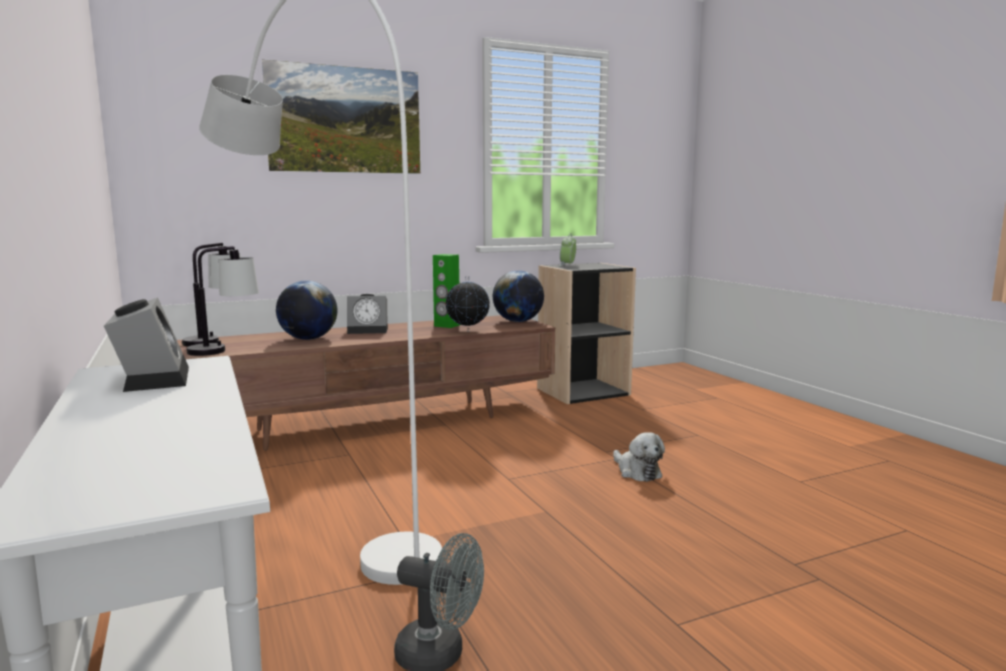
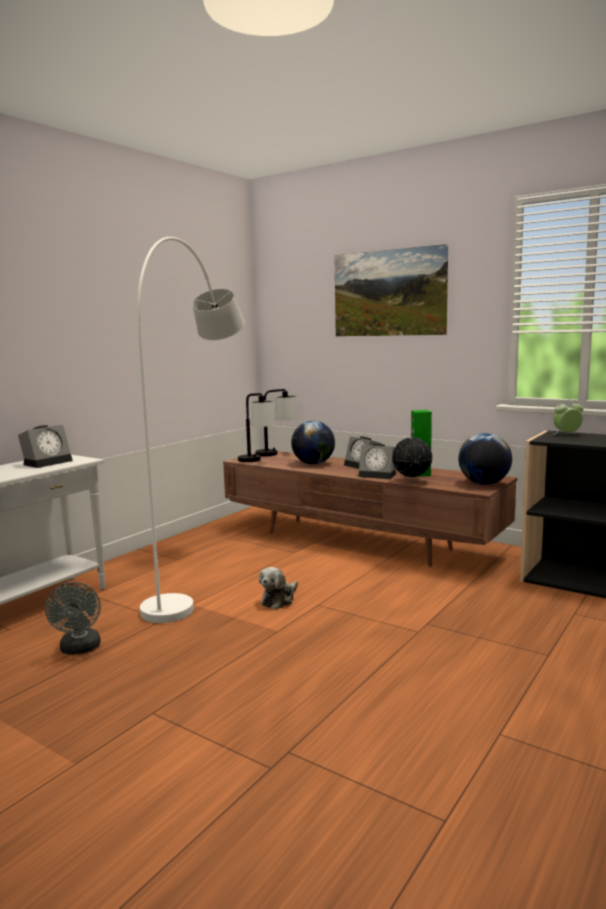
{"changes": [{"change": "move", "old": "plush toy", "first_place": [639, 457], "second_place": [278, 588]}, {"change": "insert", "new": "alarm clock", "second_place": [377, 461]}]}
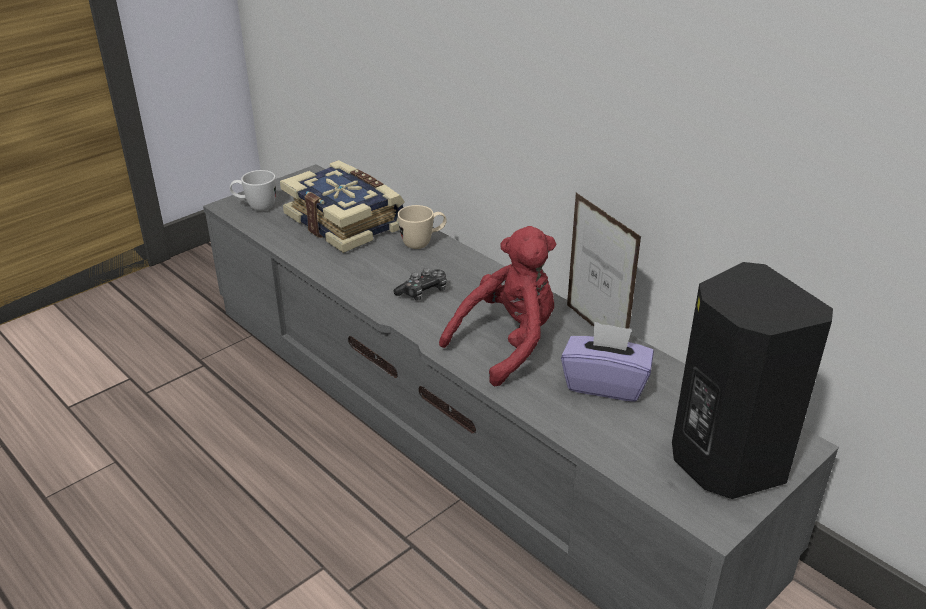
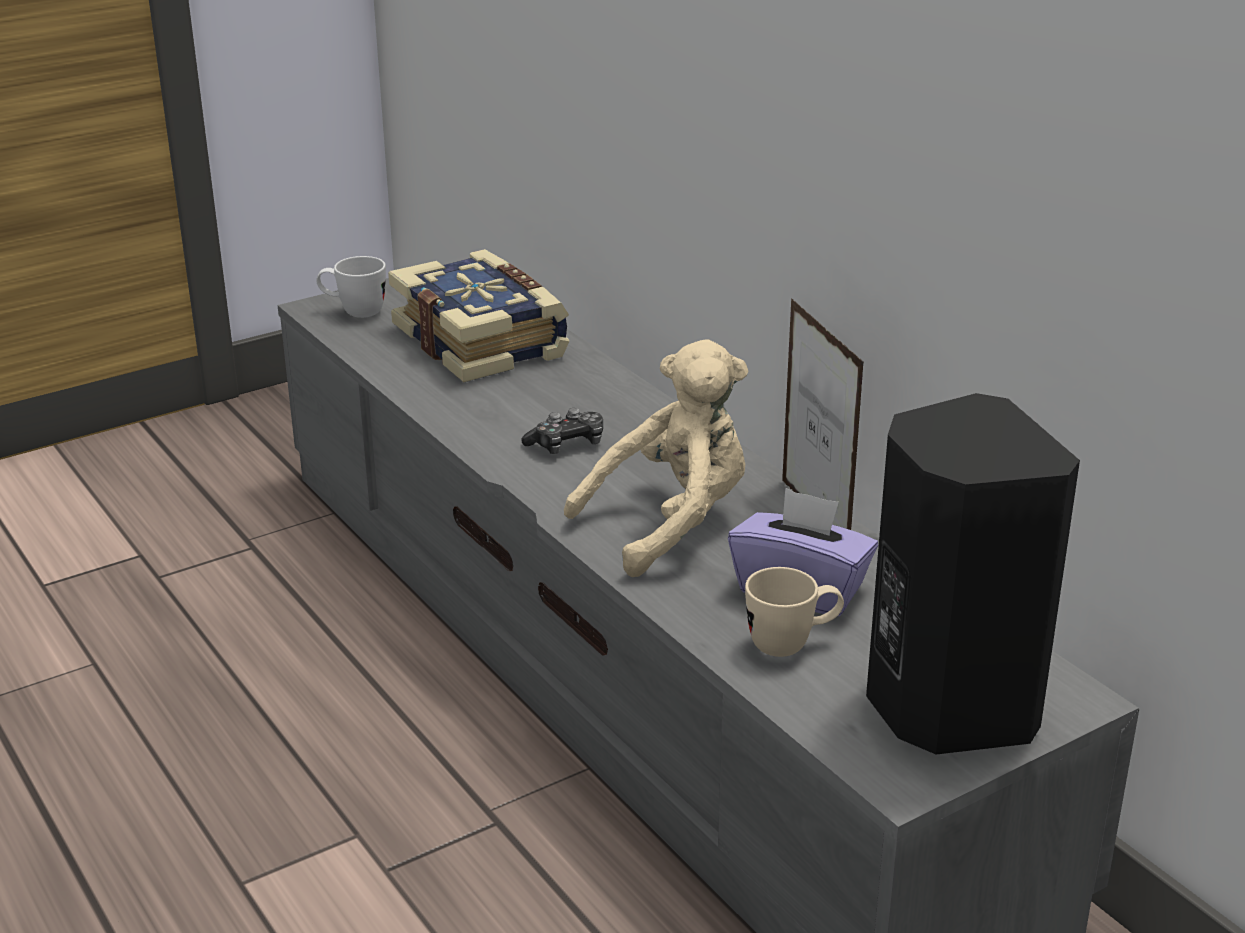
{"changes": [{"change": "move", "old": "beige mug", "first_place": [422, 227], "second_place": [794, 612]}, {"change": "recolor", "old": "red plush toy", "new": "beige plush toy", "first_place": [497, 306], "second_place": [656, 458]}]}
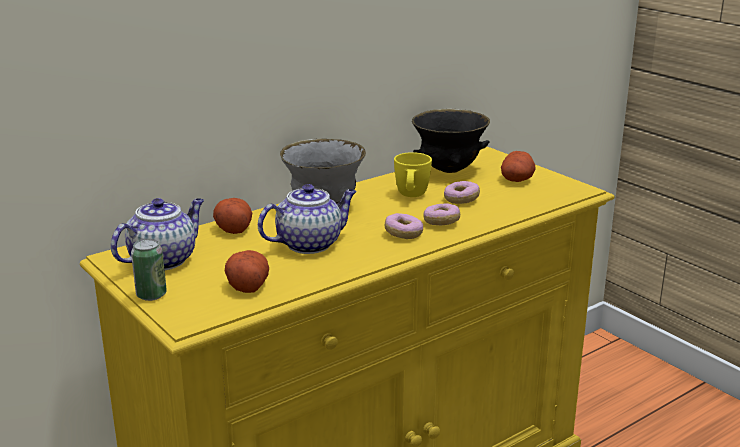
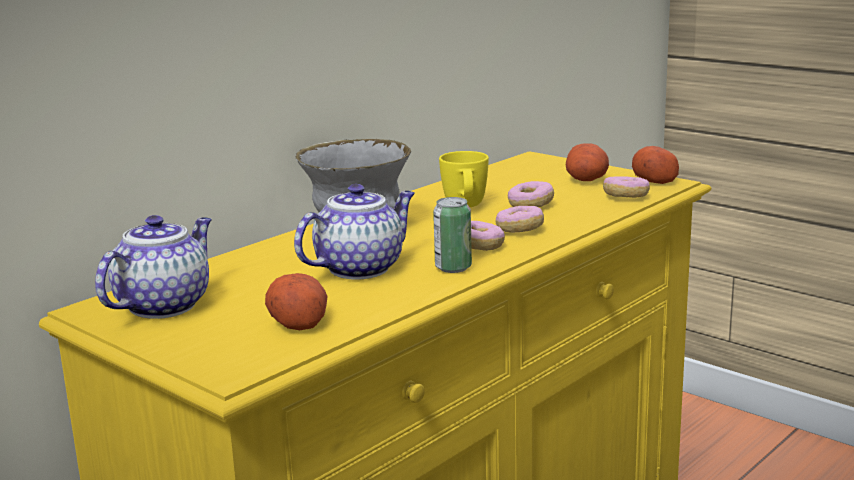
{"changes": [{"change": "move", "old": "can", "first_place": [149, 270], "second_place": [452, 235]}, {"change": "move", "old": "potato", "first_place": [232, 216], "second_place": [655, 165]}, {"change": "delete", "old": "black bowl", "first_place": [451, 140]}, {"change": "insert", "new": "donut", "second_place": [626, 187]}]}
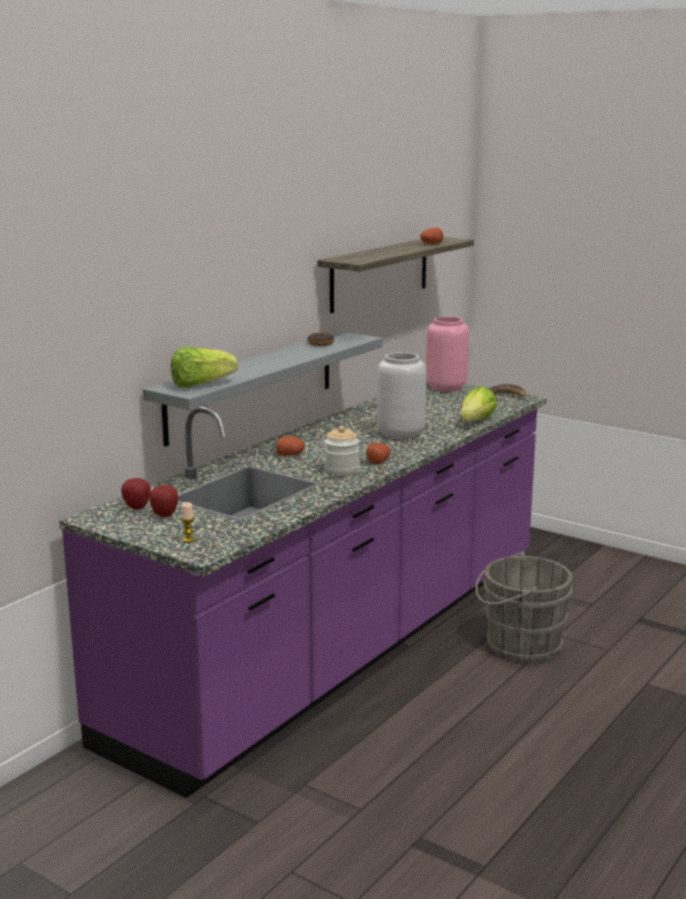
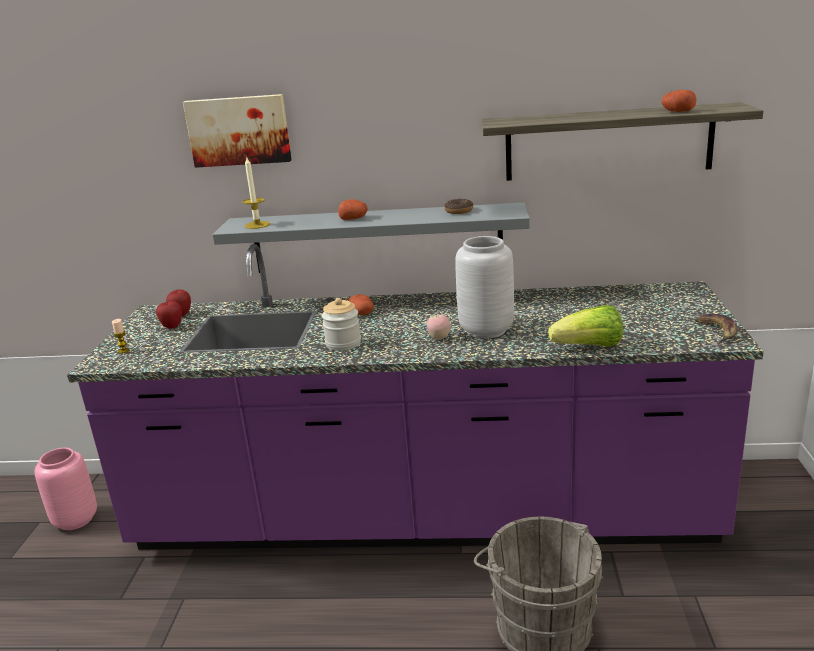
{"changes": [{"change": "replace", "old": "lettuce", "new": "candle", "first_place": [204, 367], "second_place": [256, 193]}, {"change": "move", "old": "potato", "first_place": [378, 453], "second_place": [352, 209]}, {"change": "move", "old": "pink vase", "first_place": [447, 354], "second_place": [66, 489]}, {"change": "insert", "new": "picture", "second_place": [237, 131]}, {"change": "insert", "new": "apple", "second_place": [439, 327]}]}
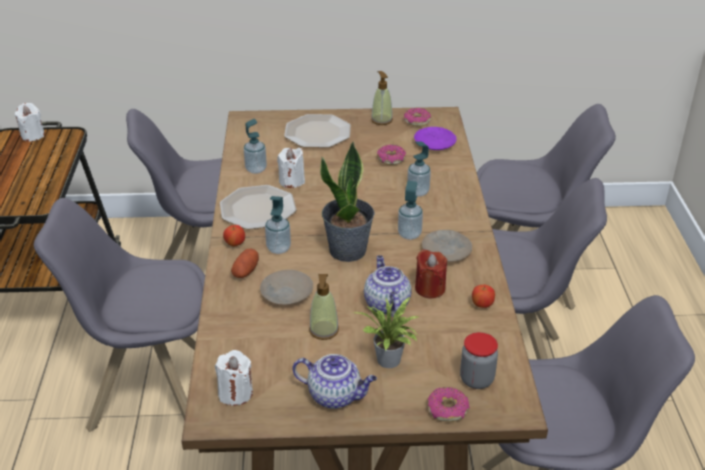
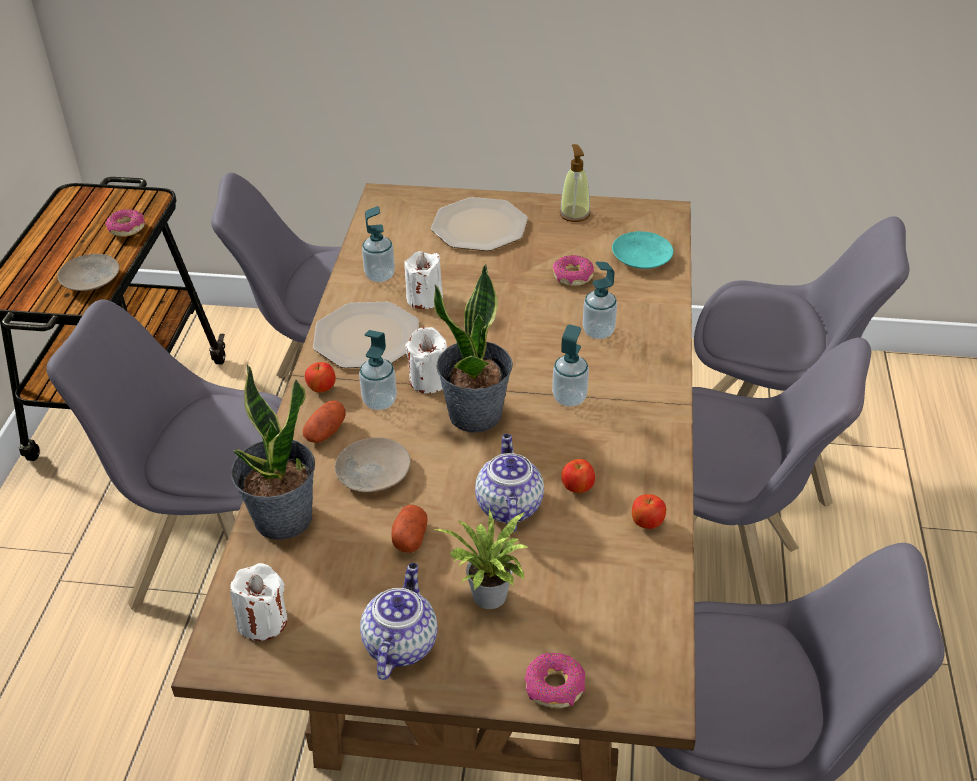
{"changes": [{"change": "move", "old": "white candle", "first_place": [29, 122], "second_place": [426, 360]}, {"change": "rotate", "old": "teapot", "first_place": [335, 381], "second_place": [398, 621], "degrees": -105}, {"change": "replace", "old": "soap dispenser", "new": "potato", "first_place": [324, 307], "second_place": [409, 529]}, {"change": "move", "old": "donut", "first_place": [417, 117], "second_place": [125, 223]}, {"change": "recolor", "old": "purple plate", "new": "turquoise plate", "first_place": [435, 138], "second_place": [643, 250]}, {"change": "replace", "old": "red candle", "new": "apple", "first_place": [431, 273], "second_place": [578, 476]}, {"change": "move", "old": "beige plate", "first_place": [447, 246], "second_place": [88, 272]}, {"change": "delete", "old": "jar", "first_place": [479, 360]}, {"change": "insert", "new": "potted plant", "second_place": [273, 452]}]}
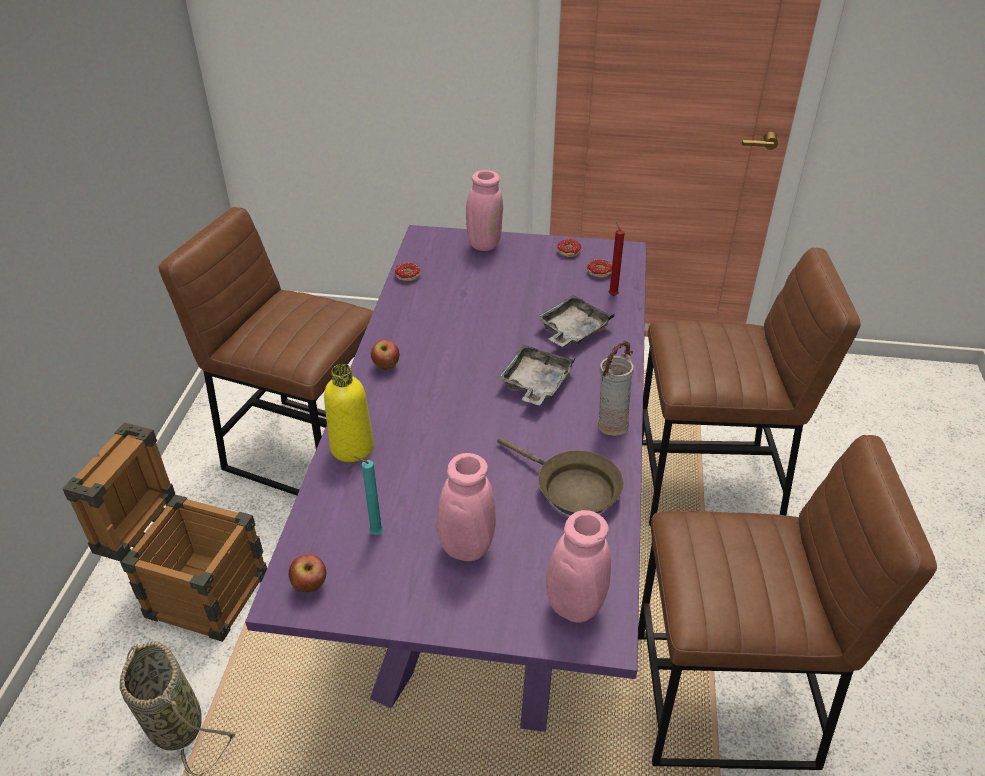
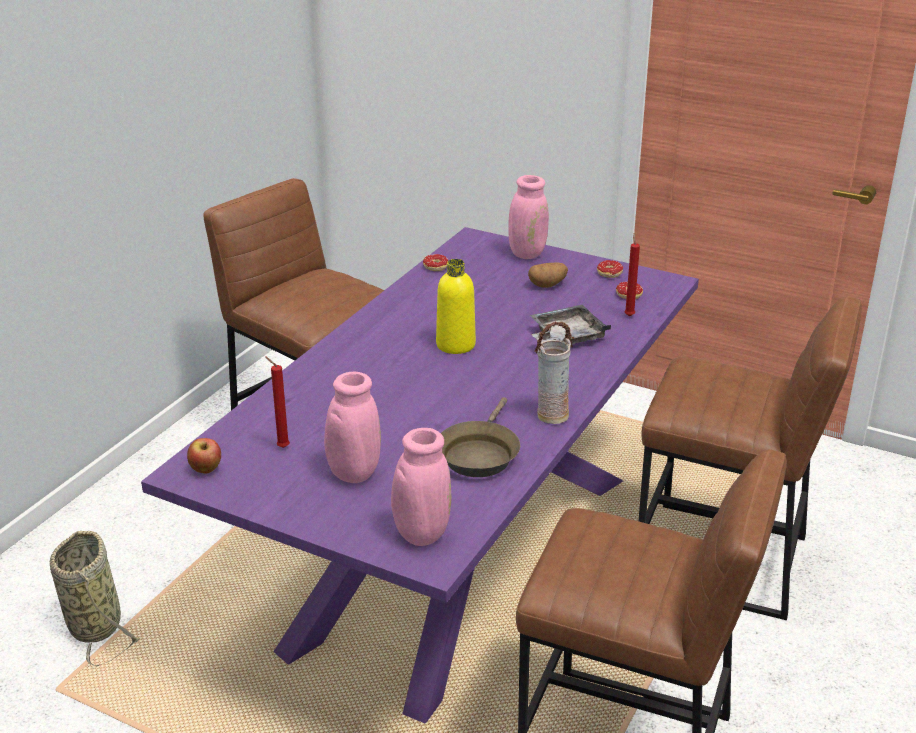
{"changes": [{"change": "delete", "old": "crate", "first_place": [164, 532]}, {"change": "move", "old": "yellow bottle", "first_place": [349, 413], "second_place": [456, 306]}, {"change": "recolor", "old": "turquoise candle", "new": "red candle", "first_place": [368, 495], "second_place": [277, 402]}, {"change": "delete", "old": "apple", "first_place": [385, 355]}, {"change": "delete", "old": "grey tray", "first_place": [536, 375]}, {"change": "rotate", "old": "brown frying pan", "first_place": [560, 476], "second_place": [480, 437], "degrees": 45}, {"change": "insert", "new": "potato", "second_place": [548, 275]}]}
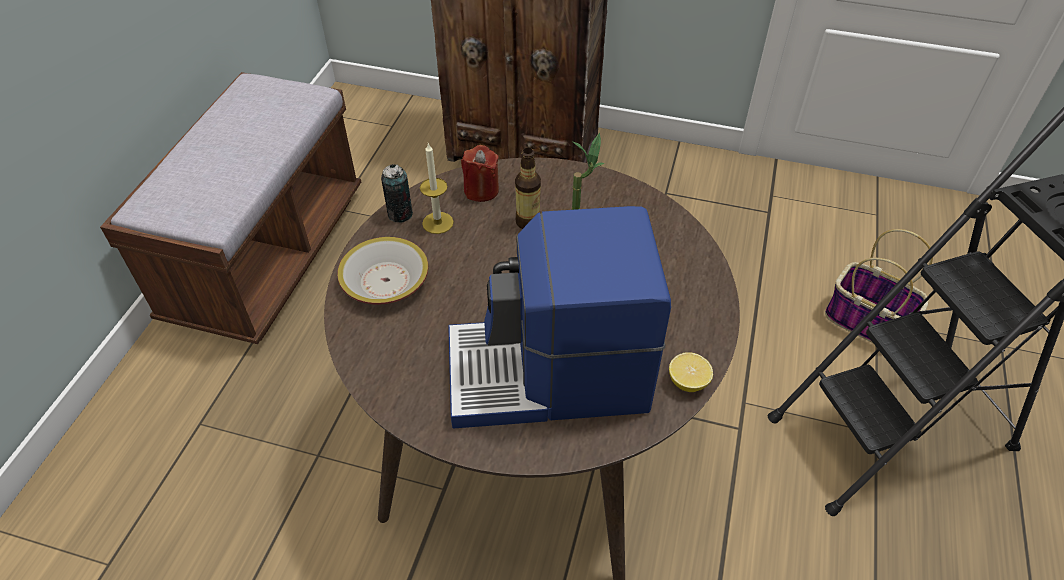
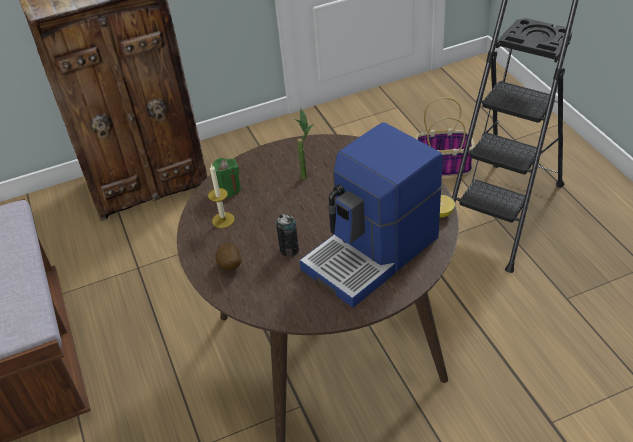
{"changes": [{"change": "replace", "old": "bowl", "new": "potato", "first_place": [383, 271], "second_place": [228, 256]}, {"change": "move", "old": "can", "first_place": [397, 193], "second_place": [287, 235]}, {"change": "recolor", "old": "red candle", "new": "green candle", "first_place": [480, 173], "second_place": [226, 178]}, {"change": "delete", "old": "bottle", "first_place": [528, 188]}]}
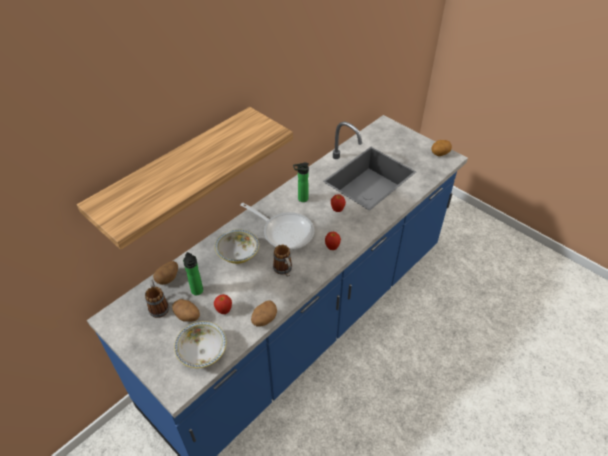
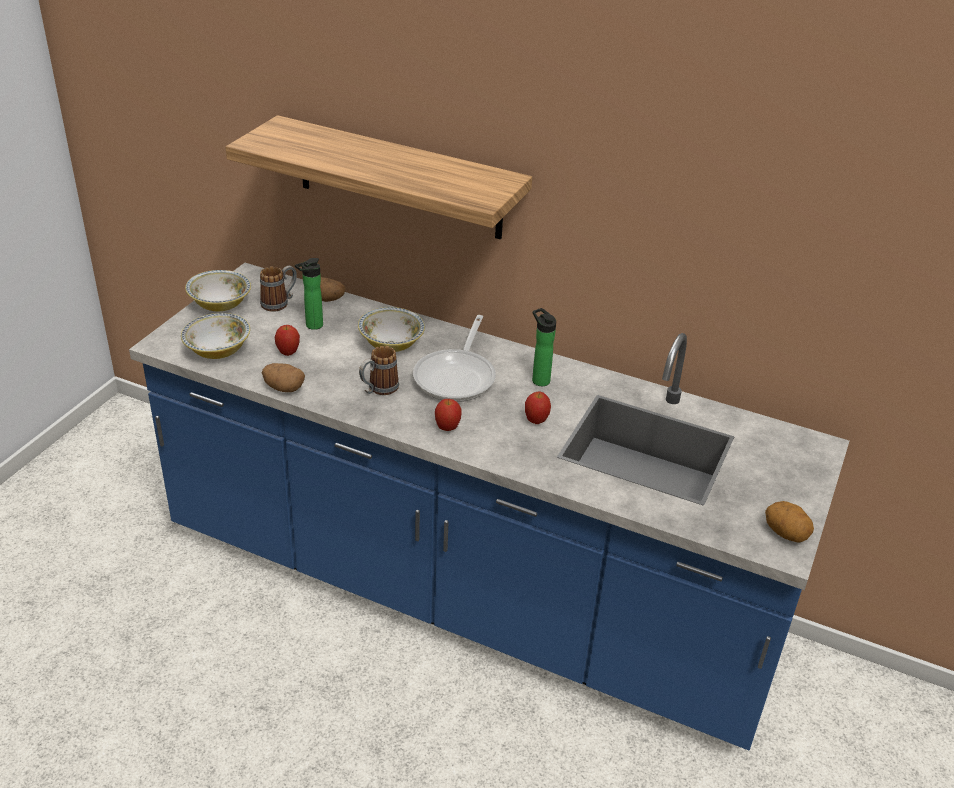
{"changes": [{"change": "delete", "old": "potato", "first_place": [186, 310]}, {"change": "insert", "new": "bowl", "second_place": [218, 290]}]}
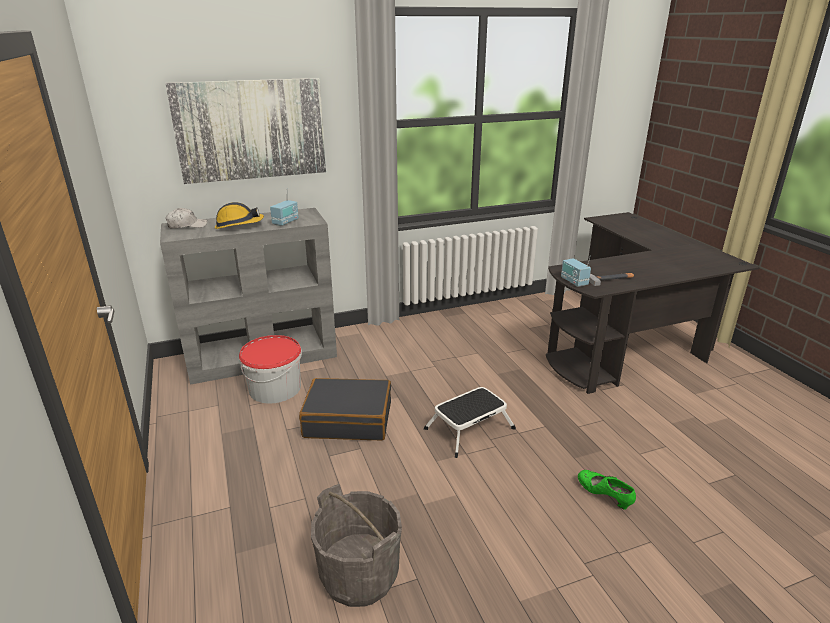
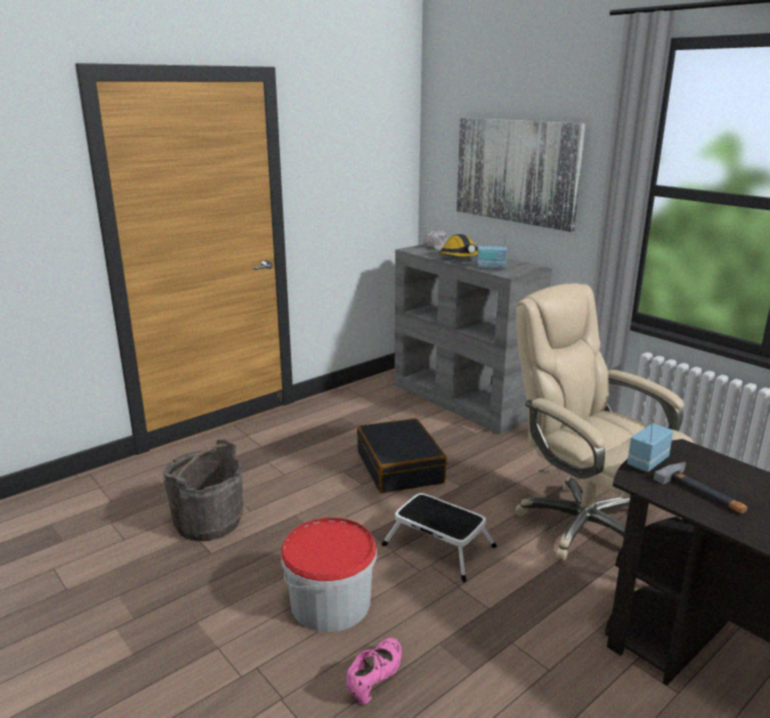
{"changes": [{"change": "move", "old": "bucket", "first_place": [270, 369], "second_place": [329, 575]}, {"change": "recolor", "old": "green shoe", "new": "pink shoe", "first_place": [607, 490], "second_place": [374, 671]}, {"change": "insert", "new": "beige office chair", "second_place": [604, 422]}]}
